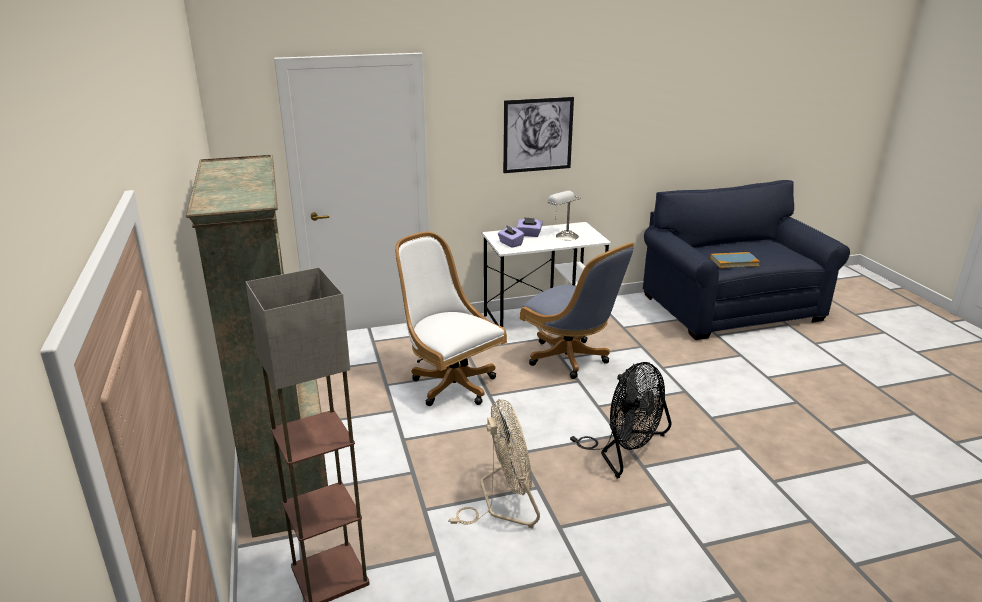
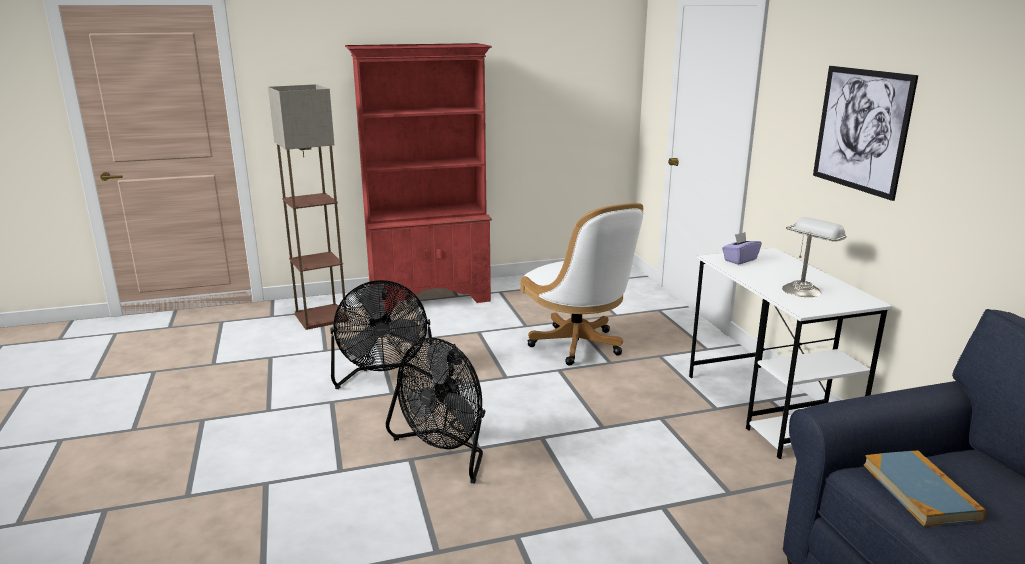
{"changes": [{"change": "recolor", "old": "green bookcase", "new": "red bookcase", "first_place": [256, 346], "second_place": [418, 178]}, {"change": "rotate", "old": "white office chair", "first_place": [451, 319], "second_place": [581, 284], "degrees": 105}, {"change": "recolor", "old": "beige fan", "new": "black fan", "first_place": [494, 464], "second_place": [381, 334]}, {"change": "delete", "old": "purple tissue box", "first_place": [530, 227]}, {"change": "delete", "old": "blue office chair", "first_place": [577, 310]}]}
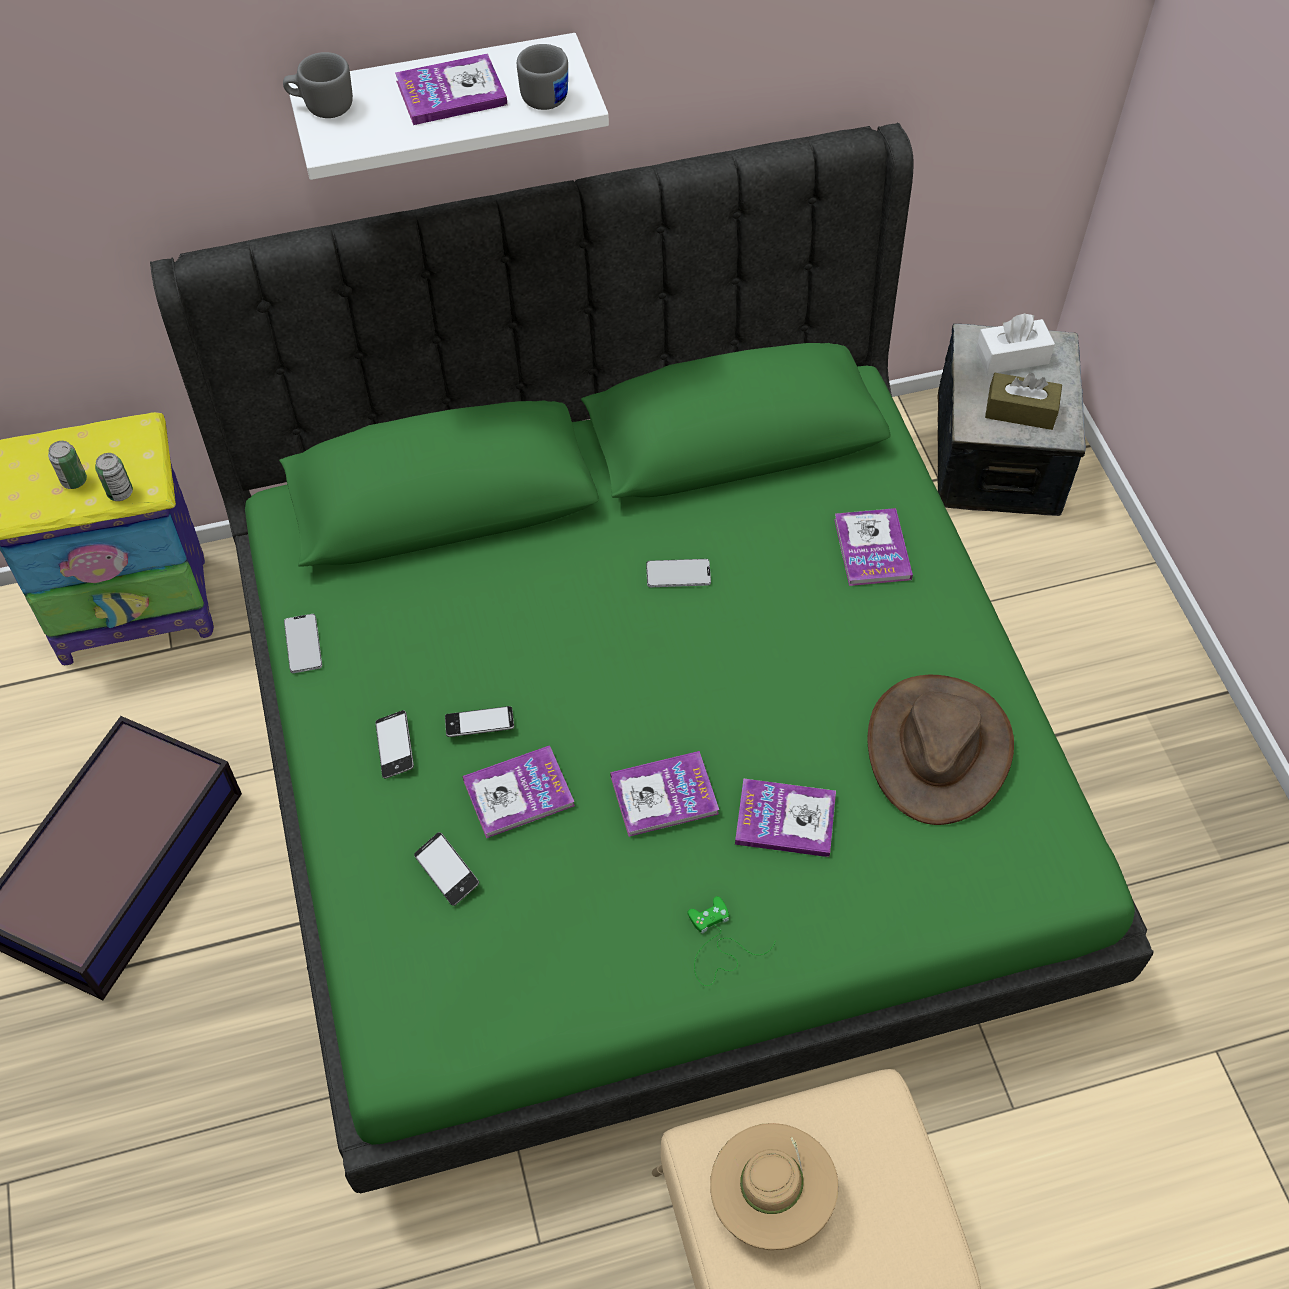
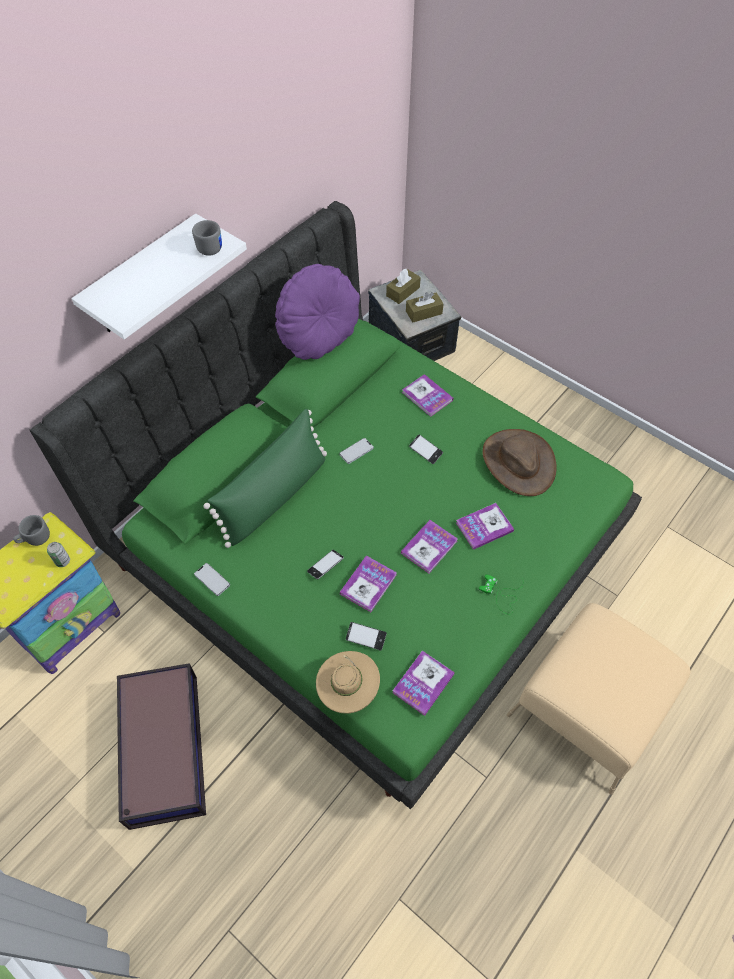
{"changes": [{"change": "delete", "old": "can", "first_place": [67, 465]}, {"change": "move", "old": "grey mug", "first_place": [318, 85], "second_place": [31, 530]}, {"change": "move", "old": "phone", "first_place": [394, 744], "second_place": [426, 449]}, {"change": "move", "old": "book", "first_place": [451, 89], "second_place": [423, 683]}, {"change": "move", "old": "beige hat", "first_place": [774, 1186], "second_place": [348, 682]}, {"change": "recolor", "old": "white tissue box", "new": "brown tissue box", "first_place": [1015, 343], "second_place": [403, 286]}, {"change": "insert", "new": "green pillow", "second_place": [265, 478]}, {"change": "insert", "new": "purple pillow", "second_place": [317, 312]}]}
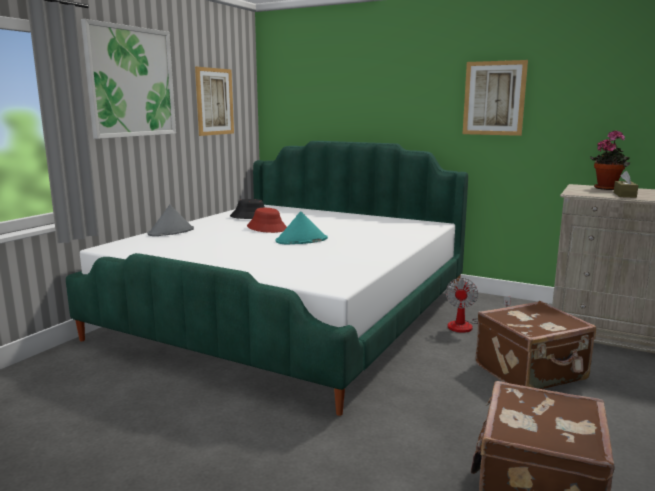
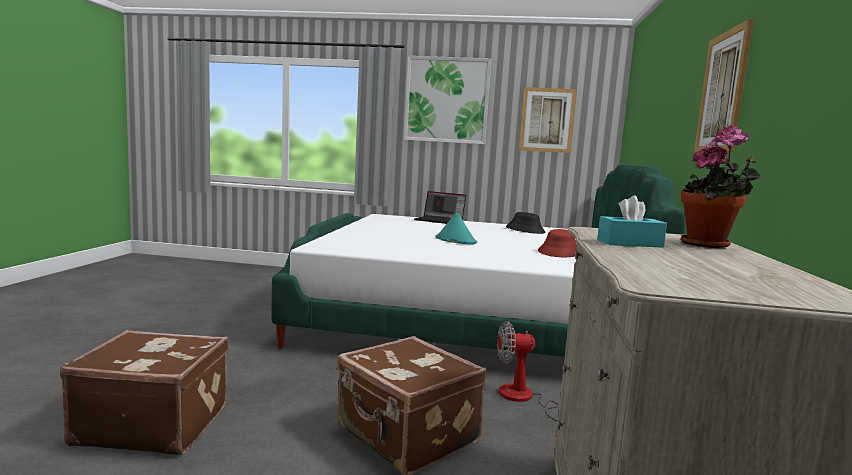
{"changes": [{"change": "replace", "old": "grey hat", "new": "laptop", "first_place": [171, 220], "second_place": [440, 207]}, {"change": "move", "old": "red hat", "first_place": [267, 220], "second_place": [557, 243]}, {"change": "recolor", "old": "brown tissue box", "new": "turquoise tissue box", "first_place": [625, 184], "second_place": [632, 221]}]}
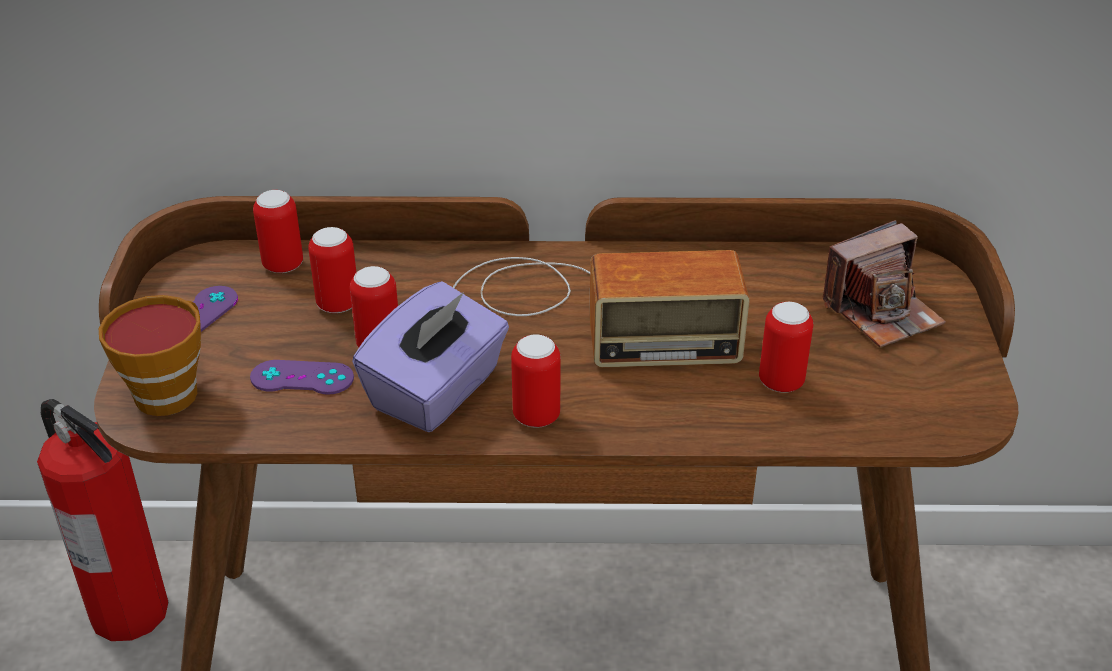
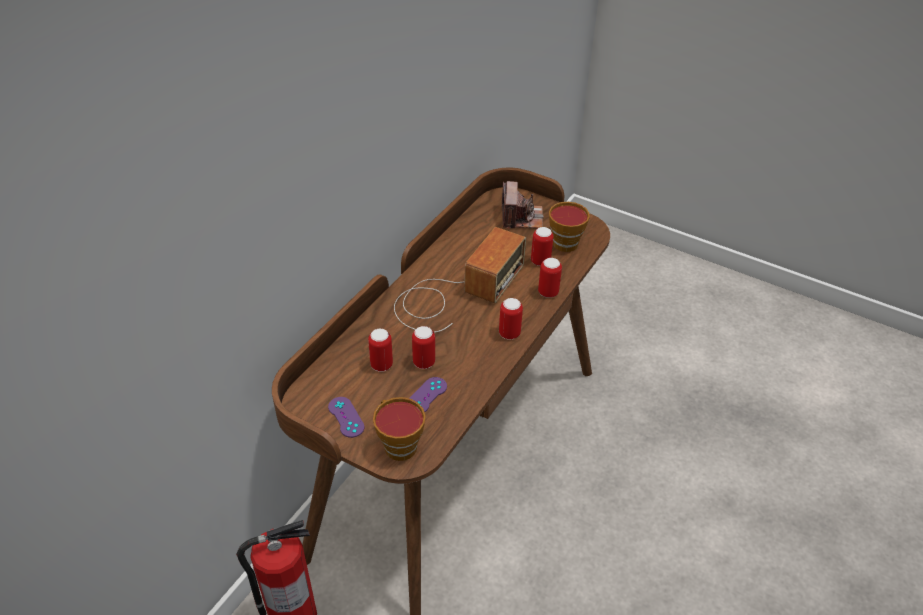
{"changes": [{"change": "move", "old": "can", "first_place": [278, 231], "second_place": [550, 278]}, {"change": "delete", "old": "purple tissue box", "first_place": [430, 356]}, {"change": "insert", "new": "cup", "second_place": [569, 227]}]}
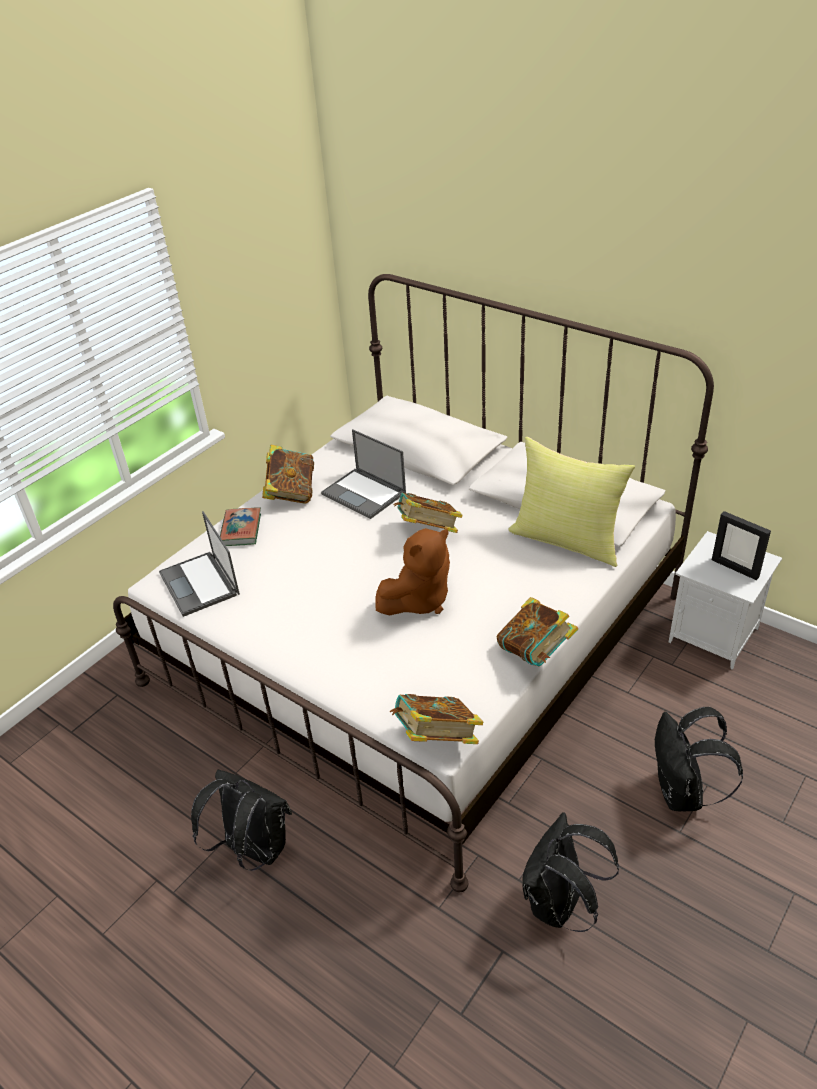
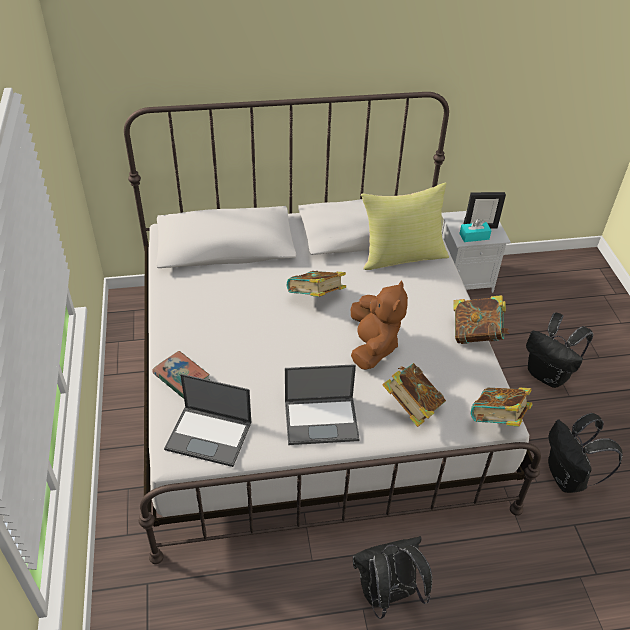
{"changes": [{"change": "move", "old": "book", "first_place": [288, 474], "second_place": [414, 395]}, {"change": "move", "old": "laptop", "first_place": [363, 474], "second_place": [322, 404]}, {"change": "insert", "new": "turquoise tissue box", "second_place": [475, 230]}]}
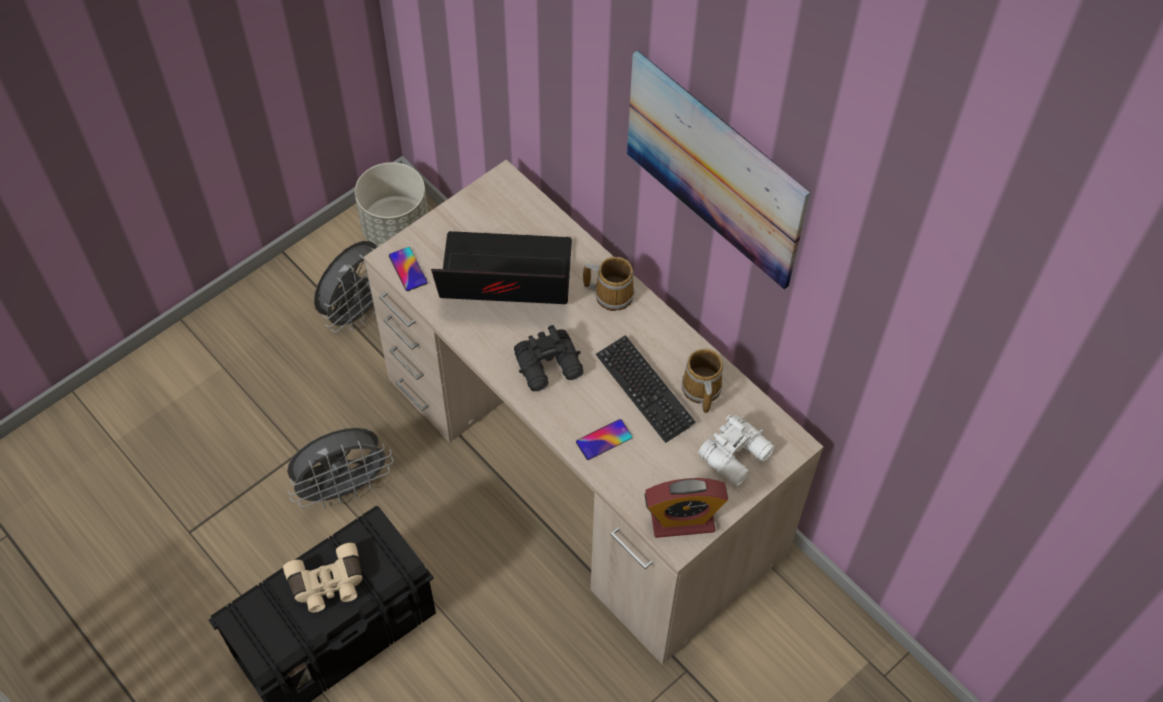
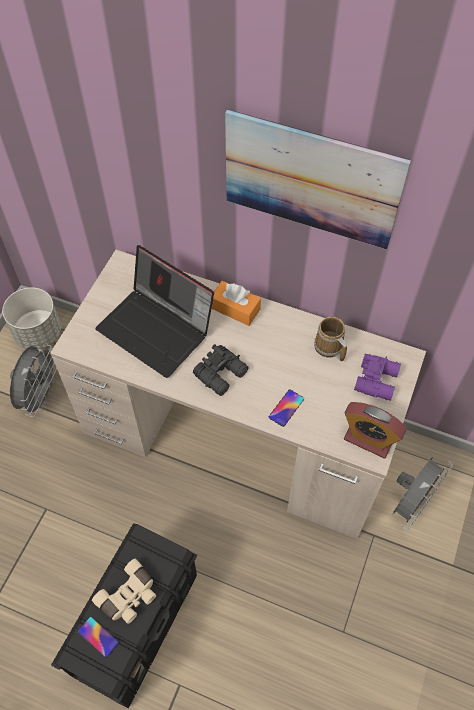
{"changes": [{"change": "move", "old": "grey fan", "first_place": [340, 468], "second_place": [423, 493]}, {"change": "move", "old": "phone", "first_place": [408, 269], "second_place": [98, 637]}, {"change": "rotate", "old": "laptop", "first_place": [501, 267], "second_place": [154, 311], "degrees": -120}, {"change": "replace", "old": "mug", "new": "orange tissue box", "first_place": [609, 284], "second_place": [236, 303]}, {"change": "delete", "old": "keyboard", "first_place": [646, 389]}, {"change": "rotate", "old": "alarm clock", "first_place": [686, 508], "second_place": [375, 430], "degrees": 60}, {"change": "recolor", "old": "white binoculars", "new": "purple binoculars", "first_place": [736, 450], "second_place": [377, 377]}]}
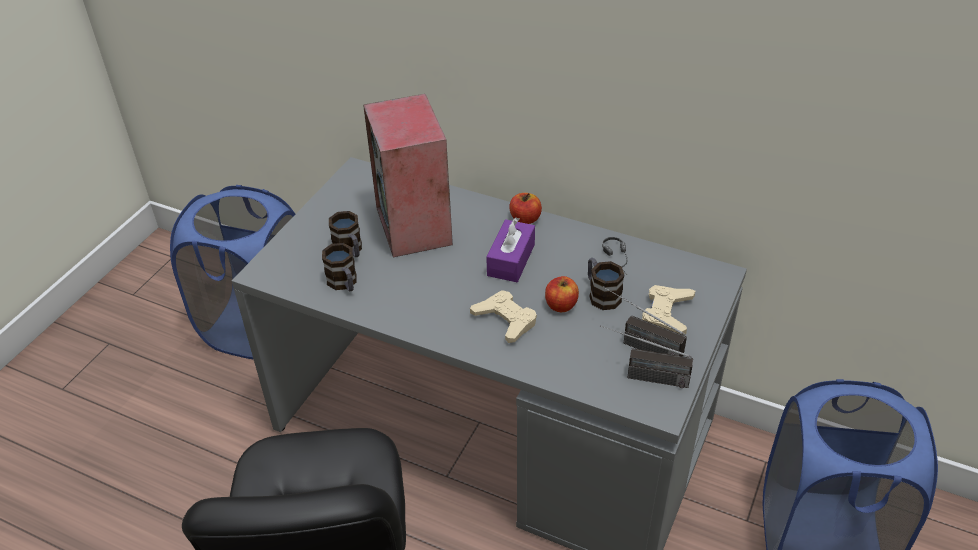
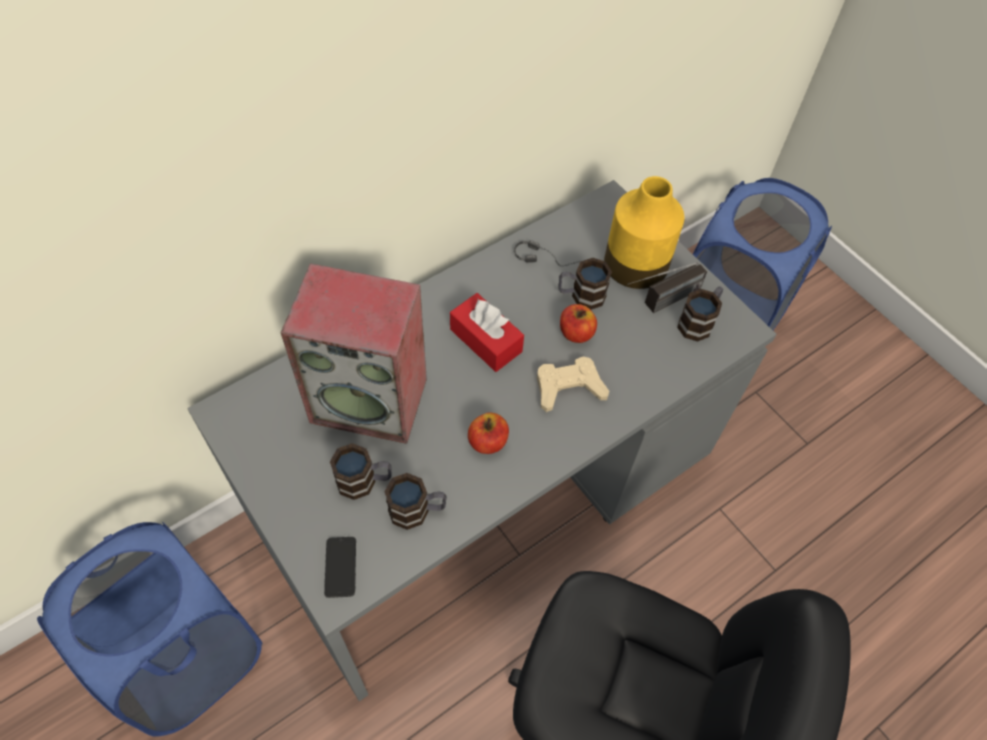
{"changes": [{"change": "recolor", "old": "purple tissue box", "new": "red tissue box", "first_place": [510, 249], "second_place": [487, 332]}, {"change": "move", "old": "apple", "first_place": [525, 208], "second_place": [488, 433]}, {"change": "replace", "old": "radio", "new": "mug", "first_place": [646, 356], "second_place": [700, 314]}, {"change": "replace", "old": "beige game controller", "new": "yellow vase", "first_place": [668, 310], "second_place": [644, 232]}, {"change": "insert", "new": "phone", "second_place": [340, 567]}]}
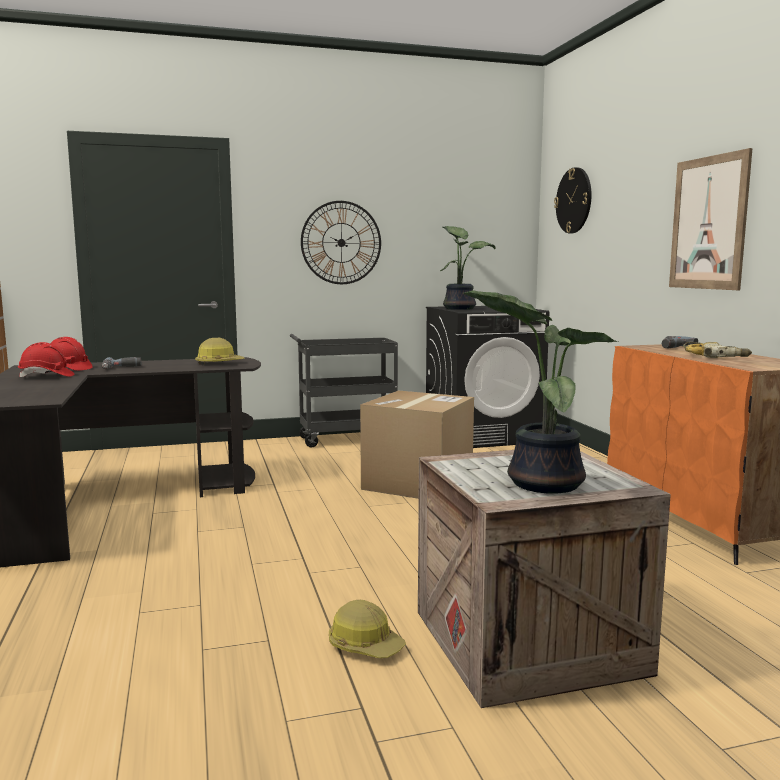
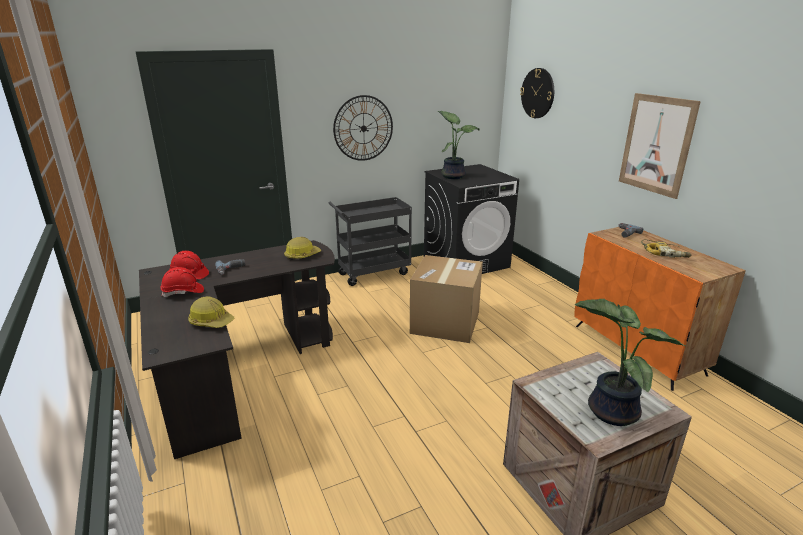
{"changes": [{"change": "move", "old": "hard hat", "first_place": [367, 629], "second_place": [211, 312]}]}
